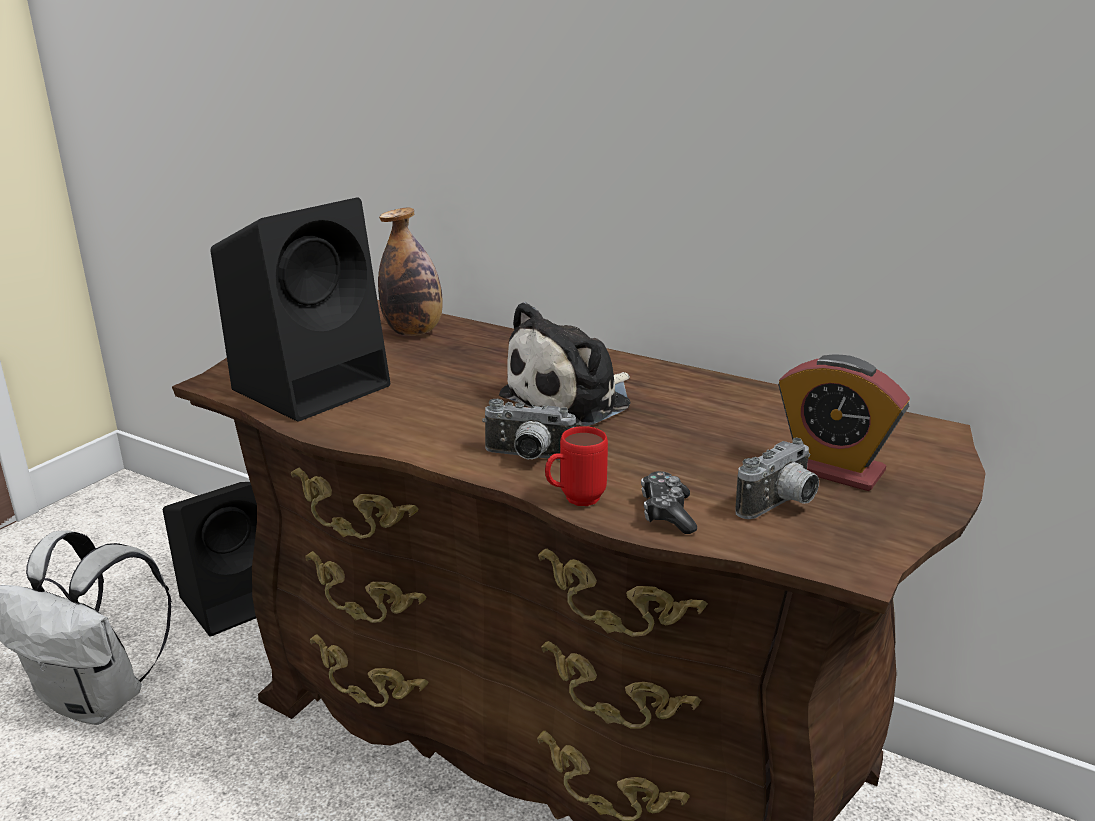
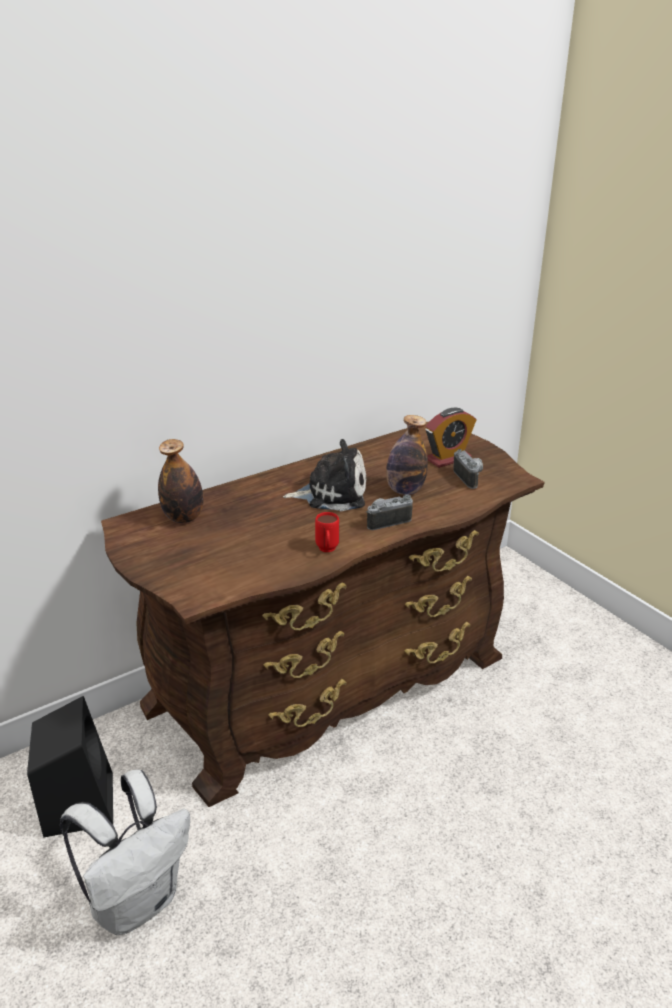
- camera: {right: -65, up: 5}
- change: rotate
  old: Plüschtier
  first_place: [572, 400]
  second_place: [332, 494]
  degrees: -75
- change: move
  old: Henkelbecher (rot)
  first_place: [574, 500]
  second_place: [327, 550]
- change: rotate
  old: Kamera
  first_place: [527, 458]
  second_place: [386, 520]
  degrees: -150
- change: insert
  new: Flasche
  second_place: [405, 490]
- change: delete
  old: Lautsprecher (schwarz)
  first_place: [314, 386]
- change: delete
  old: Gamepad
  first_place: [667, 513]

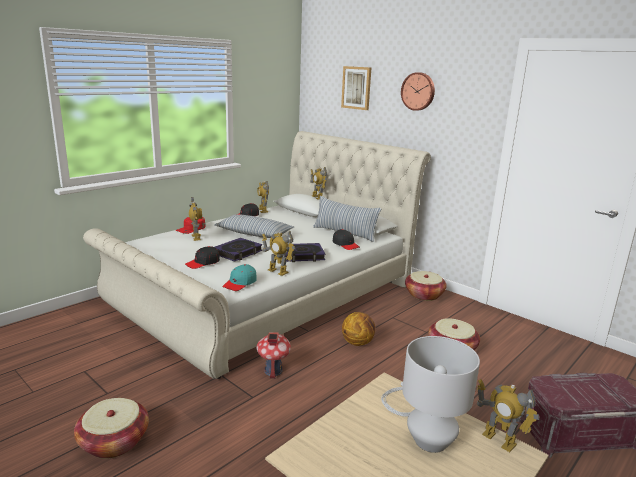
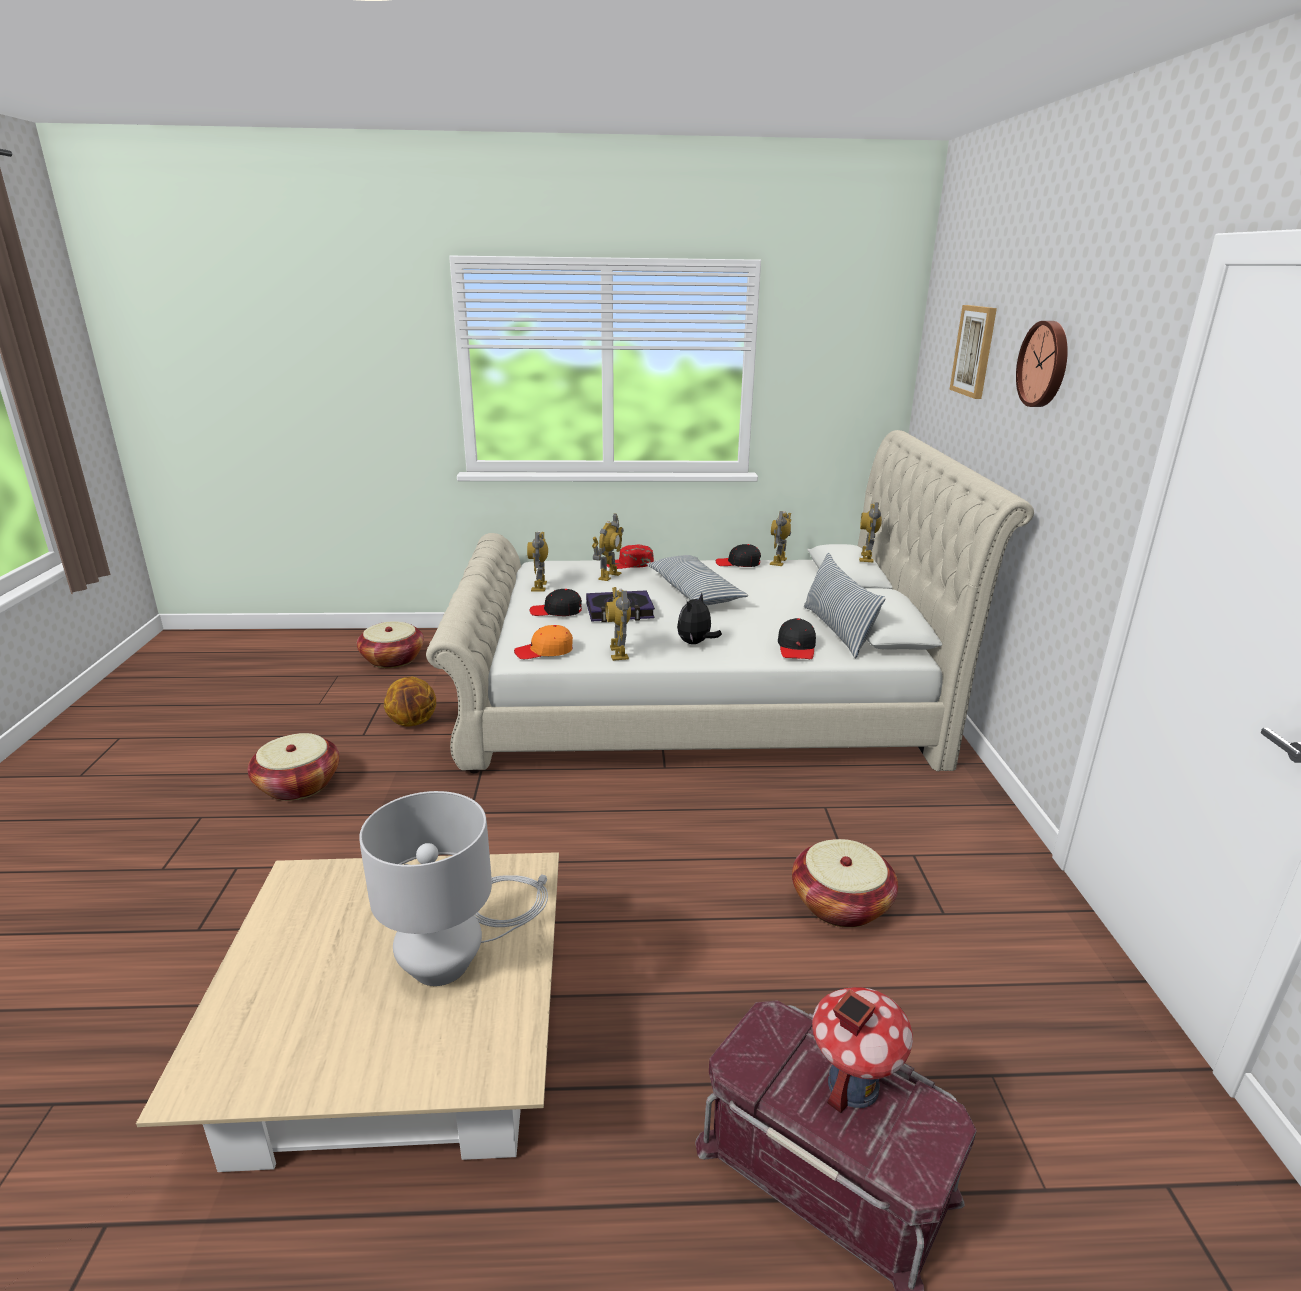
- camera: {right: 45, up: 5}
- change: move
  old: Korb
  first_place: [424, 295]
  second_place: [393, 659]
- change: move
  old: Basketball
  first_place: [358, 342]
  second_place: [413, 723]
- change: recolor
  old: Kappe (türkis)
  new: Kappe (orange)
  first_place: [240, 283]
  second_place: [544, 651]
- change: move
  old: Spielzeugroboter
  first_place: [499, 440]
  second_place: [540, 586]
- change: replace
  old: Buch
  new: Plüschtier
  first_place: [302, 256]
  second_place: [695, 643]
- change: move
  old: Spielzeughaus
  first_place: [273, 371]
  second_place: [852, 1085]

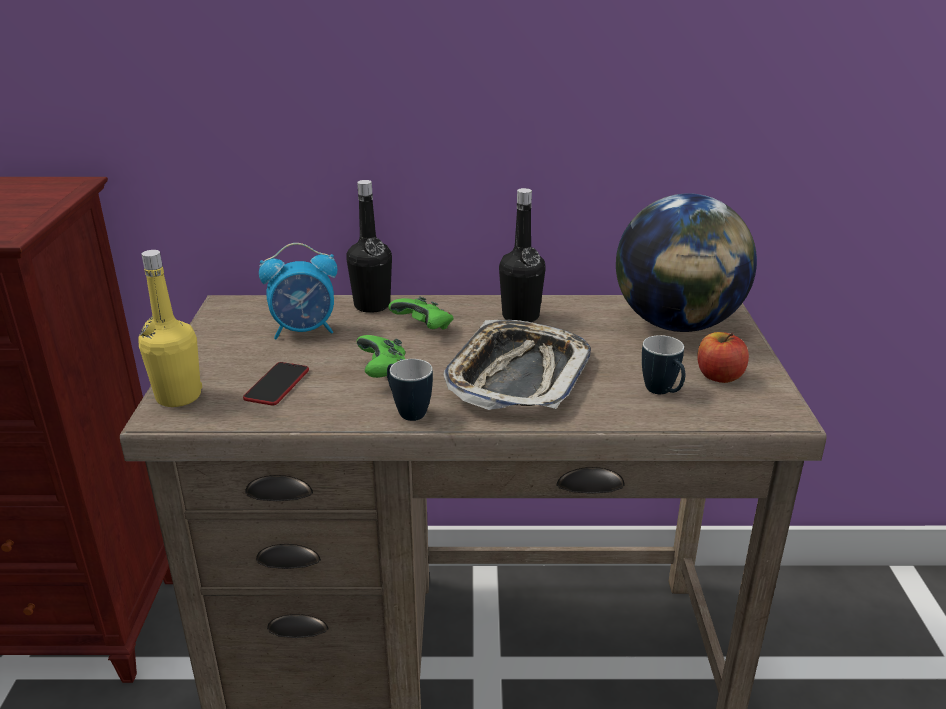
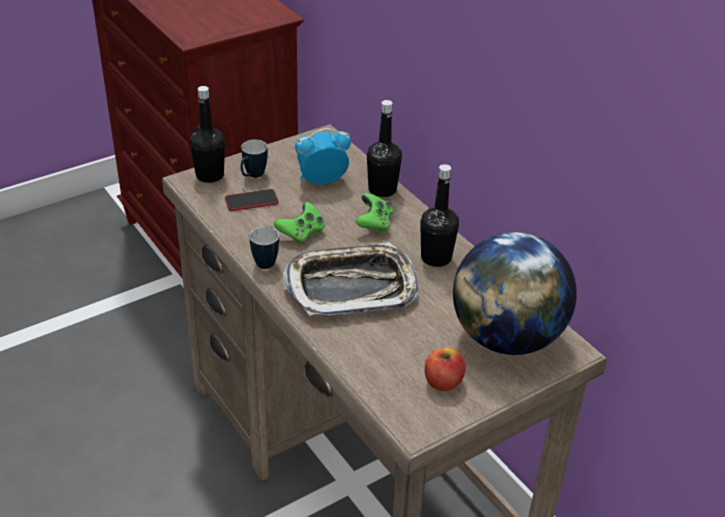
- camera: {right: 55, up: 10}
- change: recolor
  old: Flasche (gelb)
  new: Flasche (schwarz)
  first_place: [178, 396]
  second_place: [210, 175]
- change: move
  old: Henkelbecher
  first_place: [663, 393]
  second_place: [252, 176]
- change: rotate
  old: Wecker
  first_place: [304, 331]
  second_place: [321, 180]
  degrees: 120

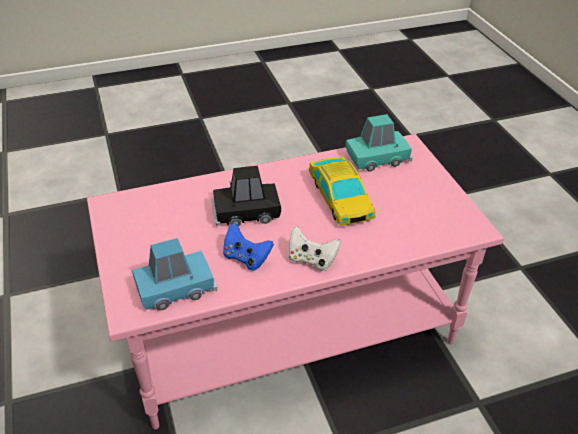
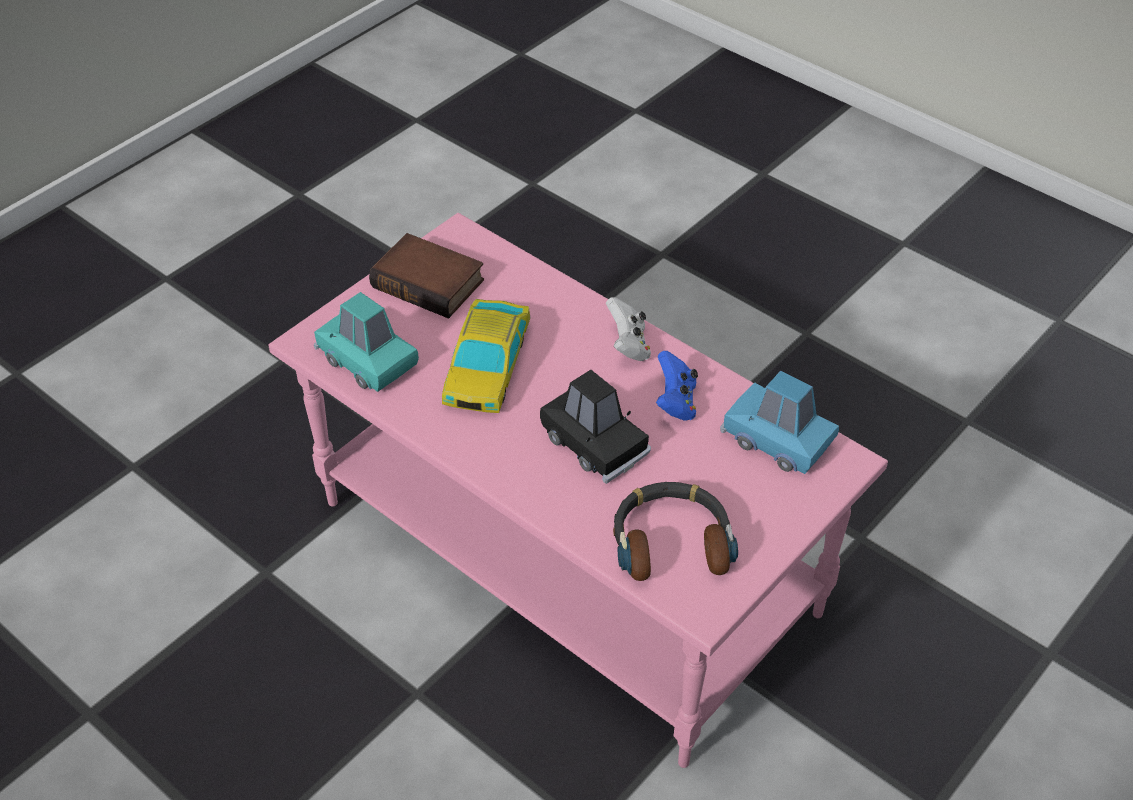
- camera: {right: -120, up: 5}
- change: insert
  new: Buch
  second_place: [431, 282]
- change: rotate
  old: Spielzeugauto
  first_place: [340, 197]
  second_place: [488, 365]
  degrees: 150
- change: insert
  new: Kopfhörer
  second_place: [671, 540]

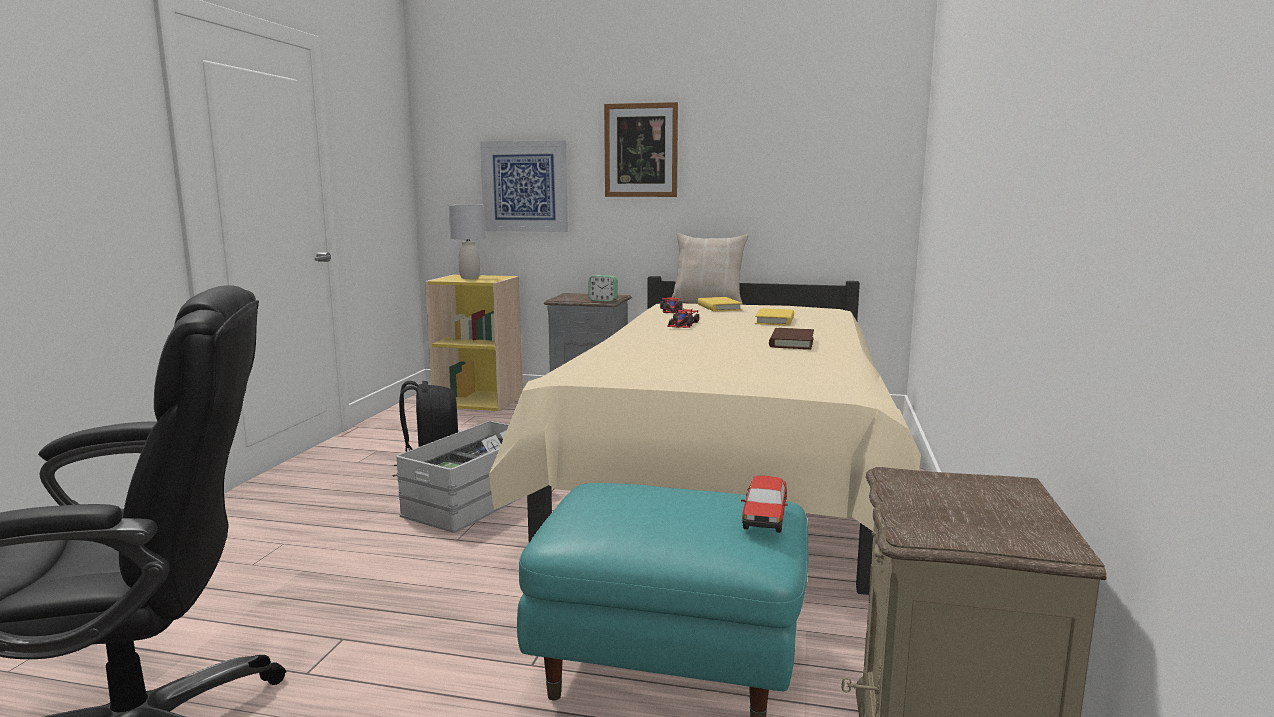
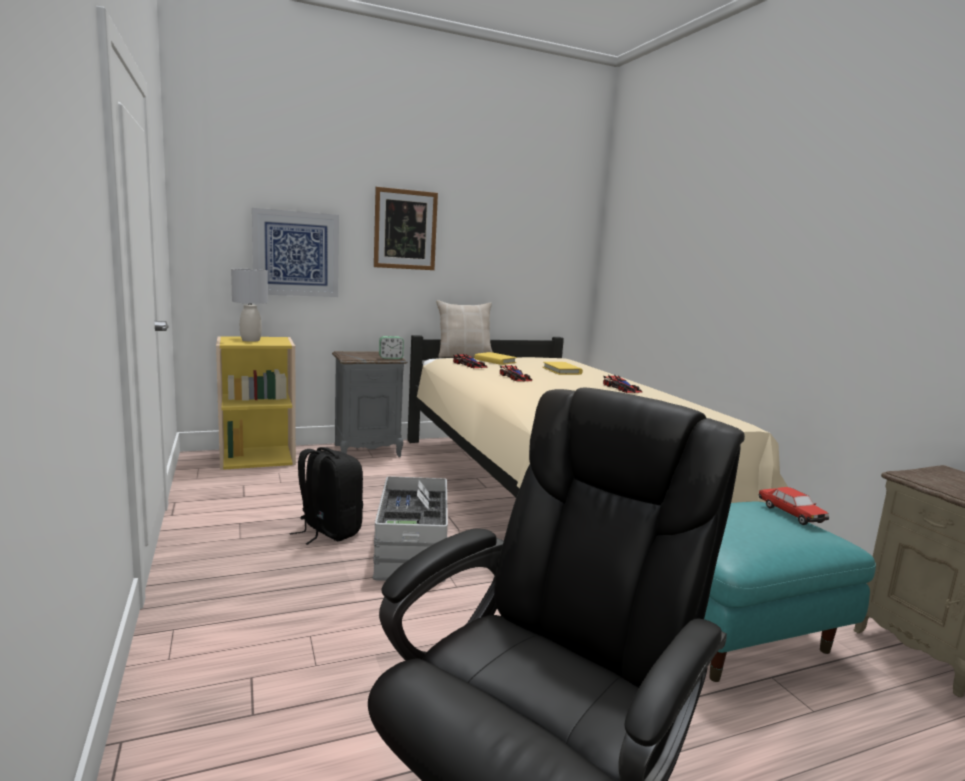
- camera: {right: -35, up: 0}
- change: replace
  old: Buch (braun)
  new: Spielzeugauto
  first_place: [791, 342]
  second_place: [622, 388]

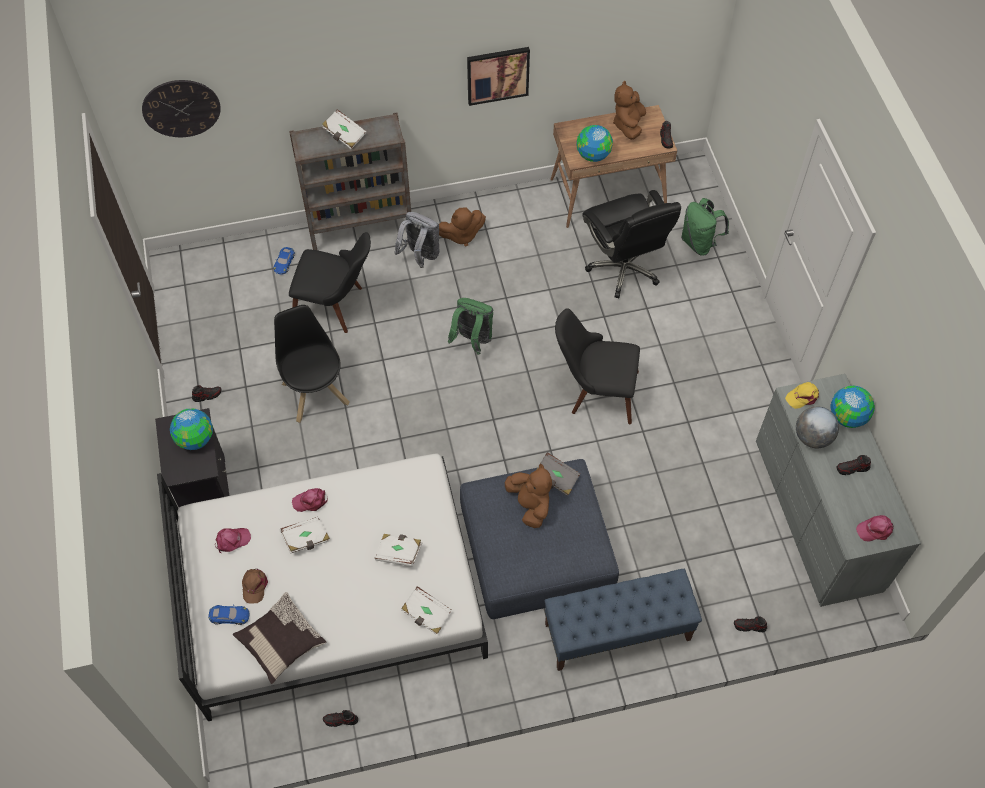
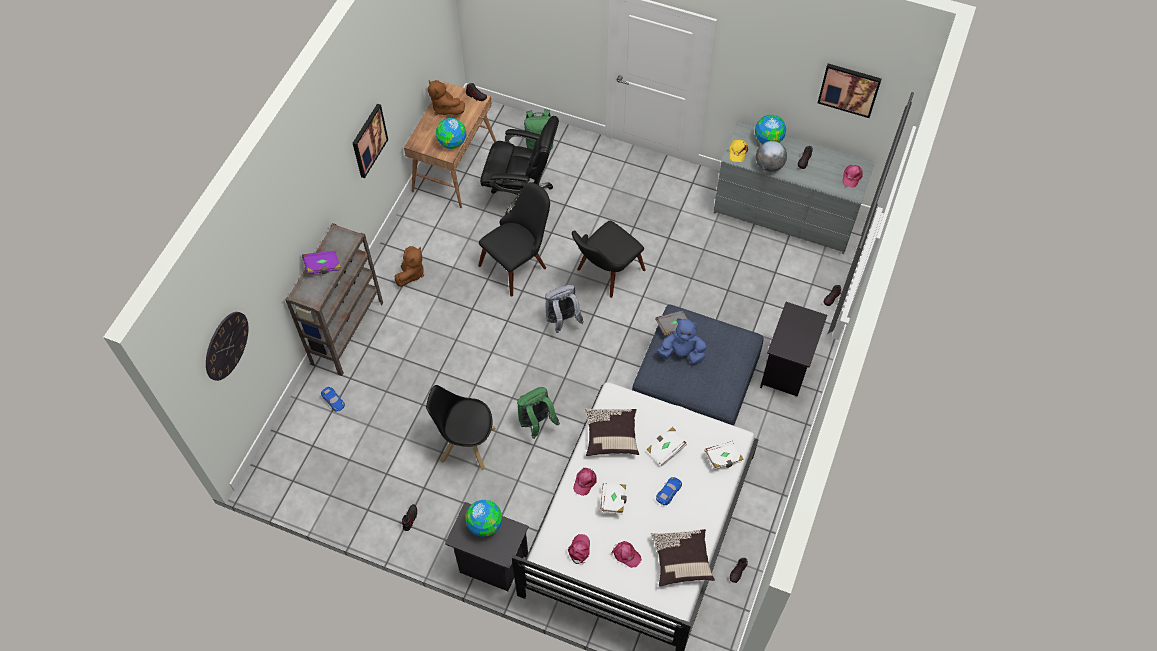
- camera: {right: -55, up: 0}
- change: recolor
  old: Buch (weiß)
  new: Buch (lila)
  first_place: [344, 135]
  second_place: [323, 267]
- change: move
  old: Stuhl (schwarz)
  first_place: [337, 306]
  second_place: [519, 262]
- change: move
  old: Rucksack (grün)
  first_place: [472, 340]
  second_place: [536, 423]
- change: move
  old: Rucksack (grau)
  first_place: [420, 256]
  second_place: [562, 320]
- change: insert
  new: Kissen
  second_place: [611, 436]
- change: recolor
  old: Kappe (braun)
  new: Kappe (rosa)
  first_place: [254, 586]
  second_place: [626, 554]
- change: move
  old: Spielzeugauto (blau)
  first_place: [229, 616]
  second_place: [668, 492]
- change: recolor
  old: Plüschtier (braun)
  new: Plüschtier (blau)
  first_place: [530, 505]
  second_place: [682, 353]
- change: replace
  old: Bank (blau)
  new: Nachttisch (schwarz)
  first_place: [617, 632]
  second_place: [786, 371]
- change: insert
  new: Bild
  second_place: [849, 89]

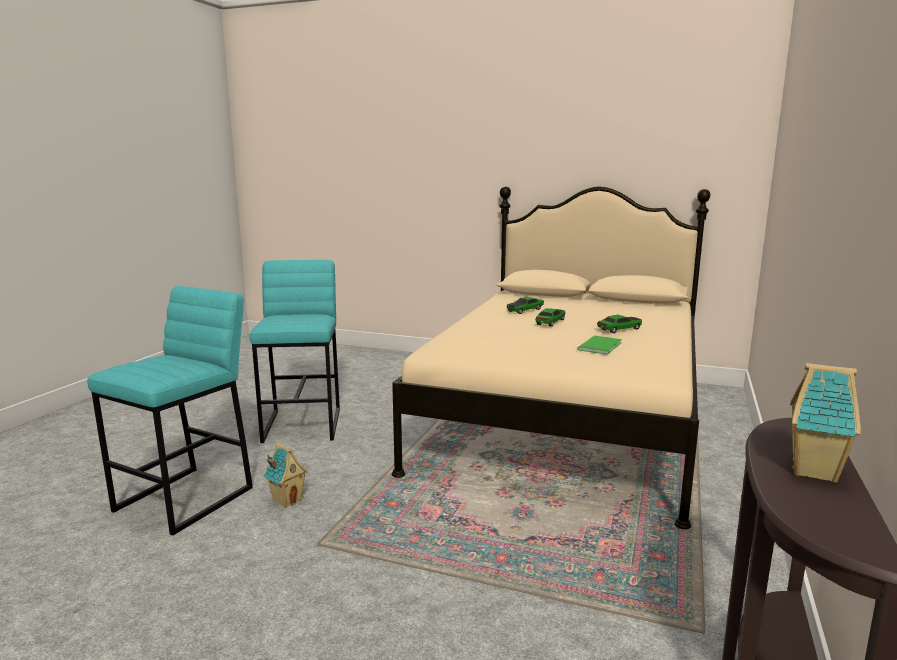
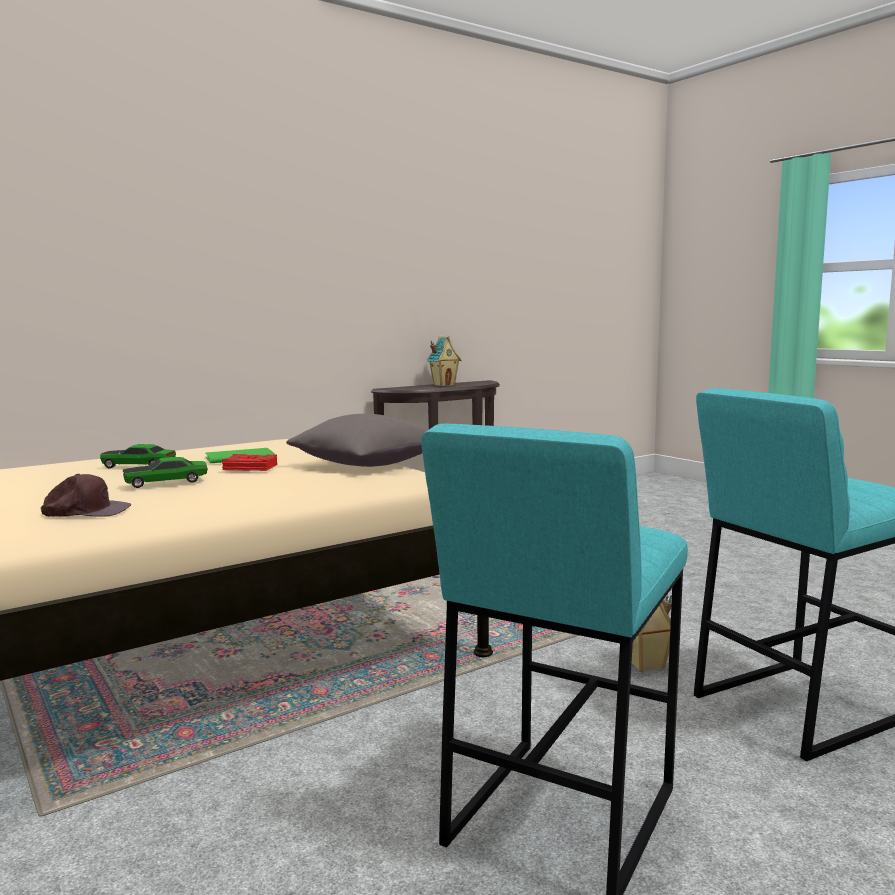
- camera: {right: -145, up: -5}
- change: replace
  old: Spielzeugauto
  new: Kappe (braun)
  first_place: [525, 310]
  second_place: [86, 511]
- change: insert
  new: Buch (rot)
  second_place: [250, 468]
- change: insert
  new: Kissen (grau)
  second_place: [366, 465]

